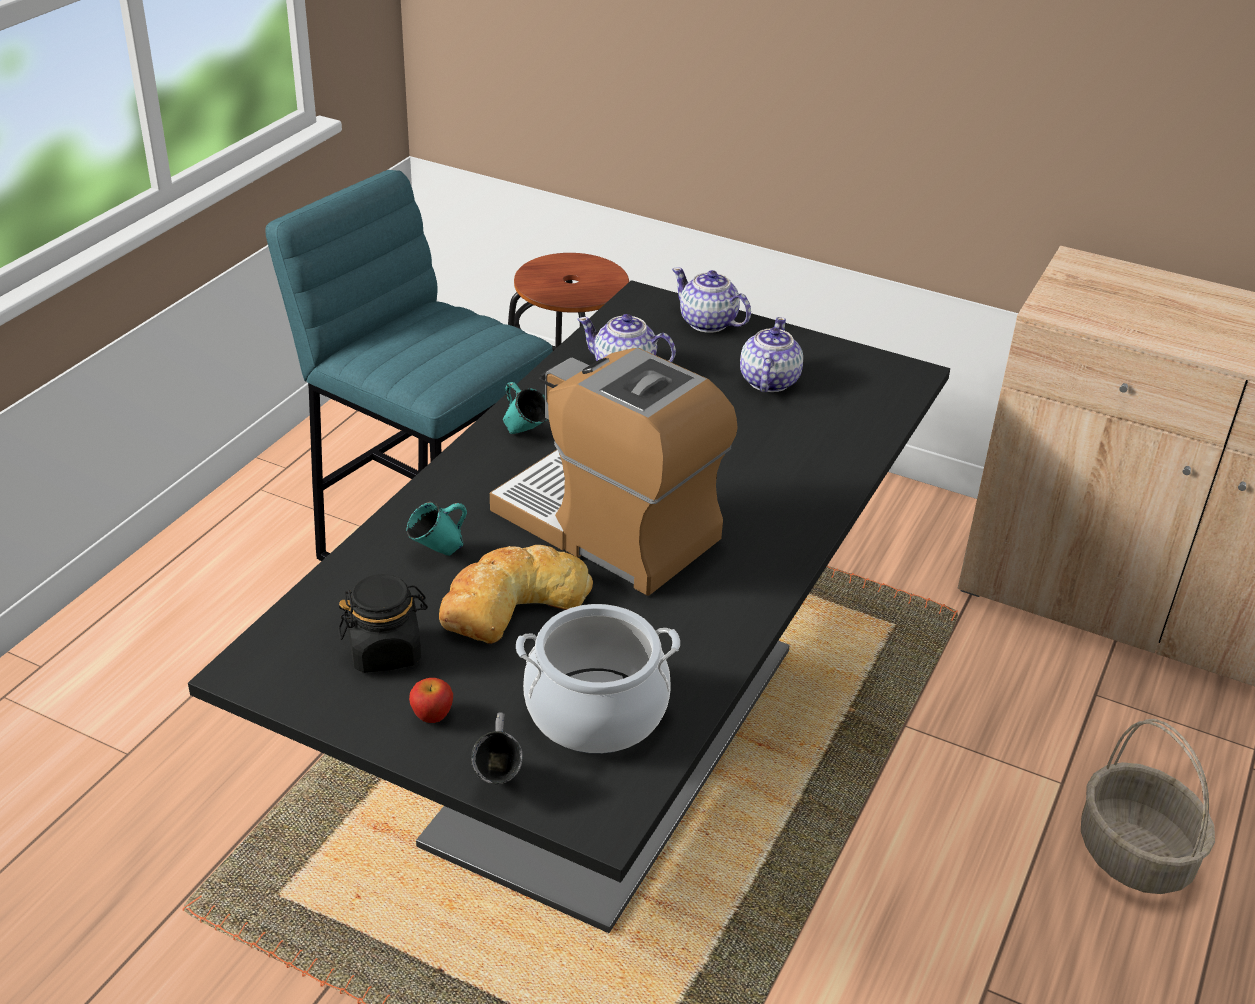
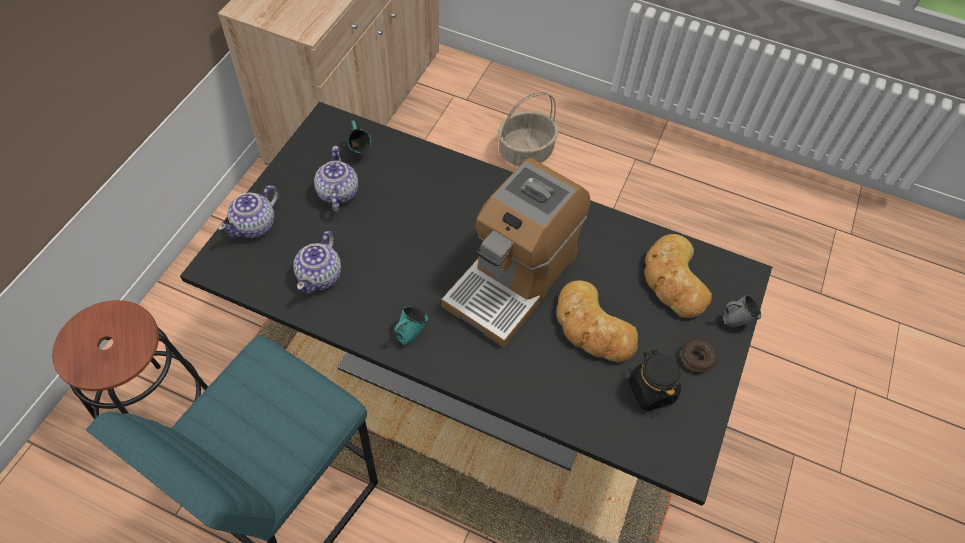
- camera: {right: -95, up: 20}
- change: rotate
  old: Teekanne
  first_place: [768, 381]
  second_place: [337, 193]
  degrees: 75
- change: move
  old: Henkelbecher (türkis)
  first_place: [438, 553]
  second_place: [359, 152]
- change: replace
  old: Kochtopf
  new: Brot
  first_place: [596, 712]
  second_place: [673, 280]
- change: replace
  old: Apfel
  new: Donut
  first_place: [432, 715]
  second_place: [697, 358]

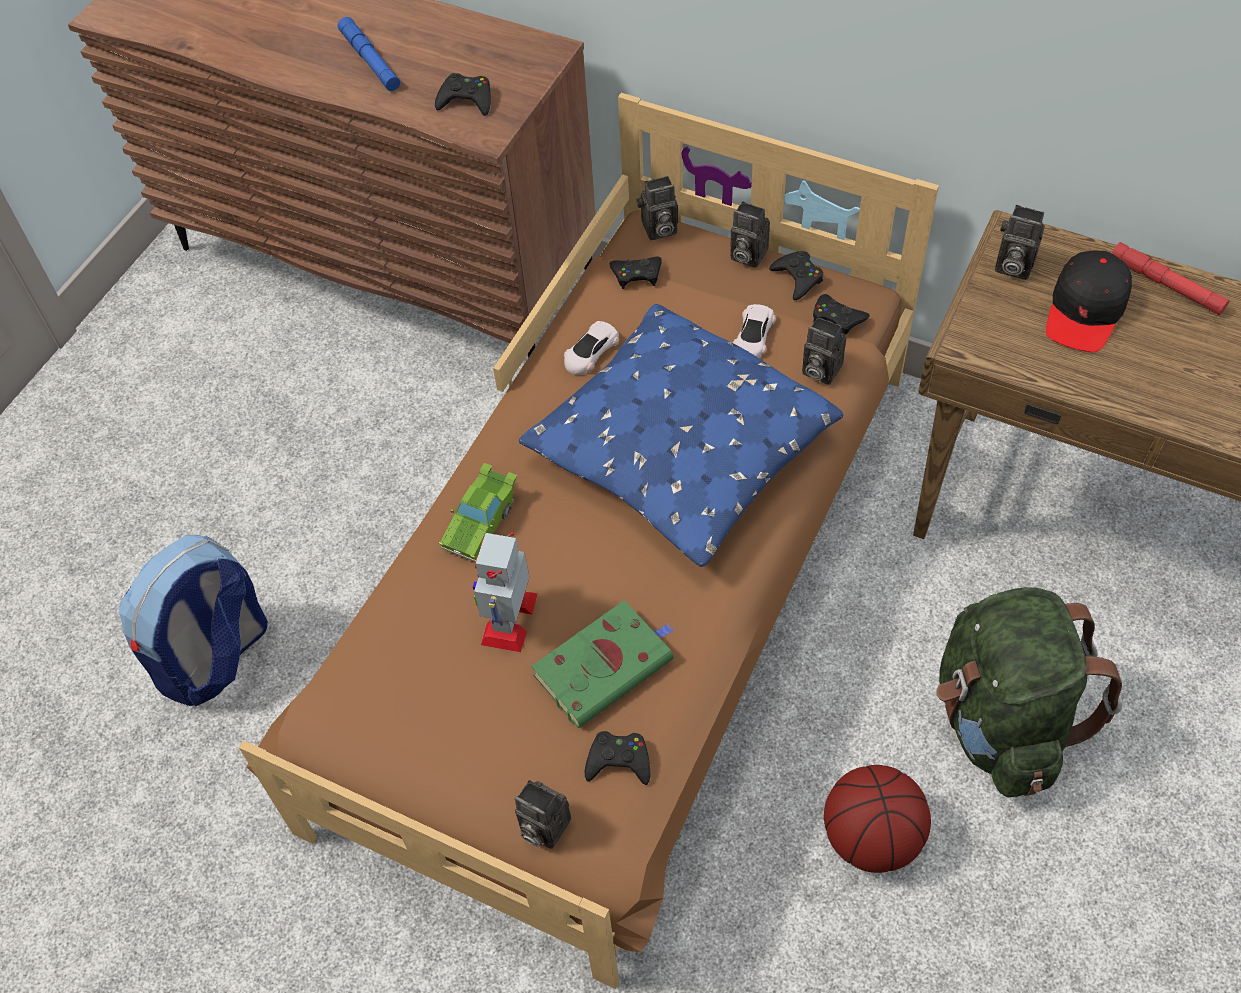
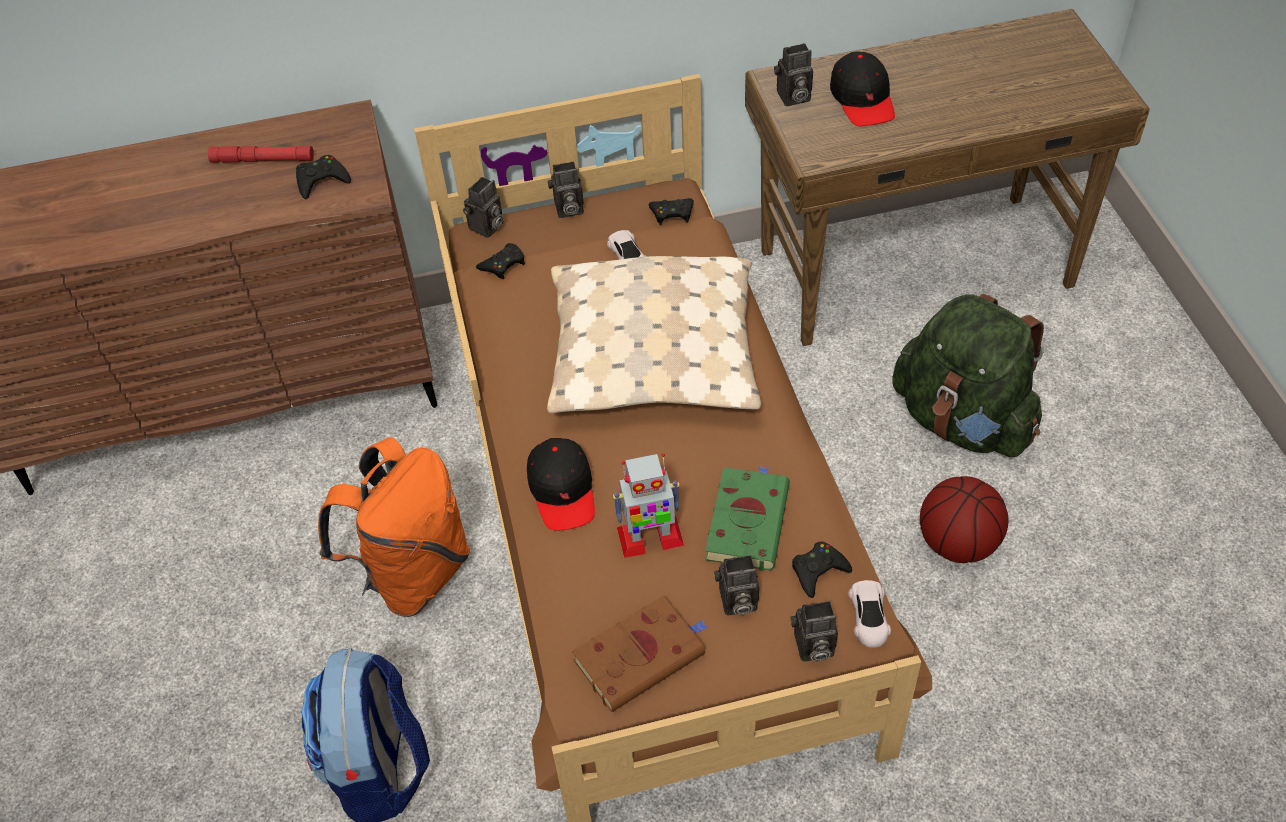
- camera: {right: -40, up: -5}
- change: move
  old: Taschenlampe (rot)
  first_place: [1166, 285]
  second_place: [263, 160]
- change: insert
  new: Rucksack (orange)
  second_place: [413, 573]
- change: replace
  old: Spielzeugauto (grün)
  new: Kappe (schwarz)
  first_place: [481, 523]
  second_place: [563, 490]
- change: recolor
  old: Kissen (blau)
  new: Kissen (beige)
  first_place: [679, 451]
  second_place: [654, 357]
- change: insert
  new: Buch (braun)
  second_place: [641, 655]
- change: rotate
  old: Spielzeugroboter
  first_place: [509, 618]
  second_place: [649, 537]
  degrees: -75
- change: move
  old: Kamera
  first_place: [819, 370]
  second_place: [736, 602]
- change: move
  old: Spielzeugauto (weiß)
  first_place: [590, 352]
  second_place: [869, 616]
- change: delete
  old: Taschenlampe (blau)
  first_place: [370, 60]
- change: delete
  old: Gamepad (schwarz)
  first_place: [797, 278]

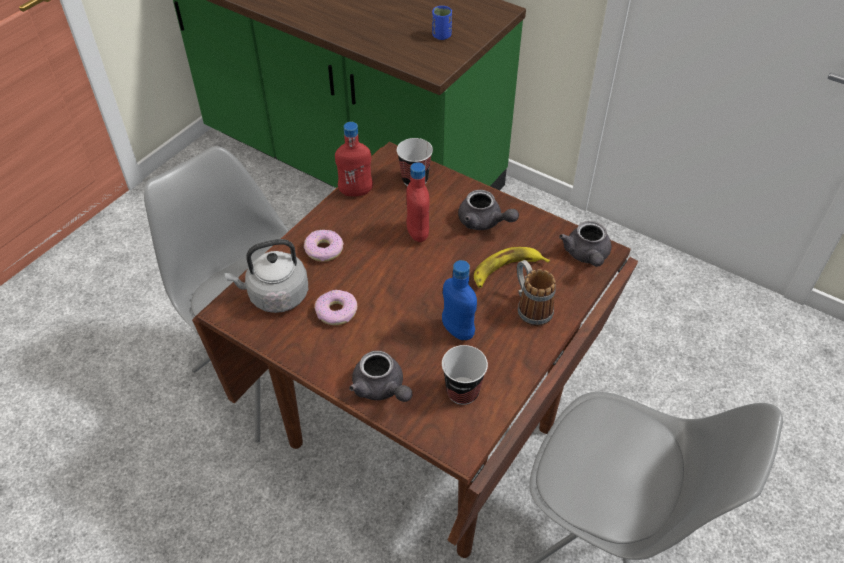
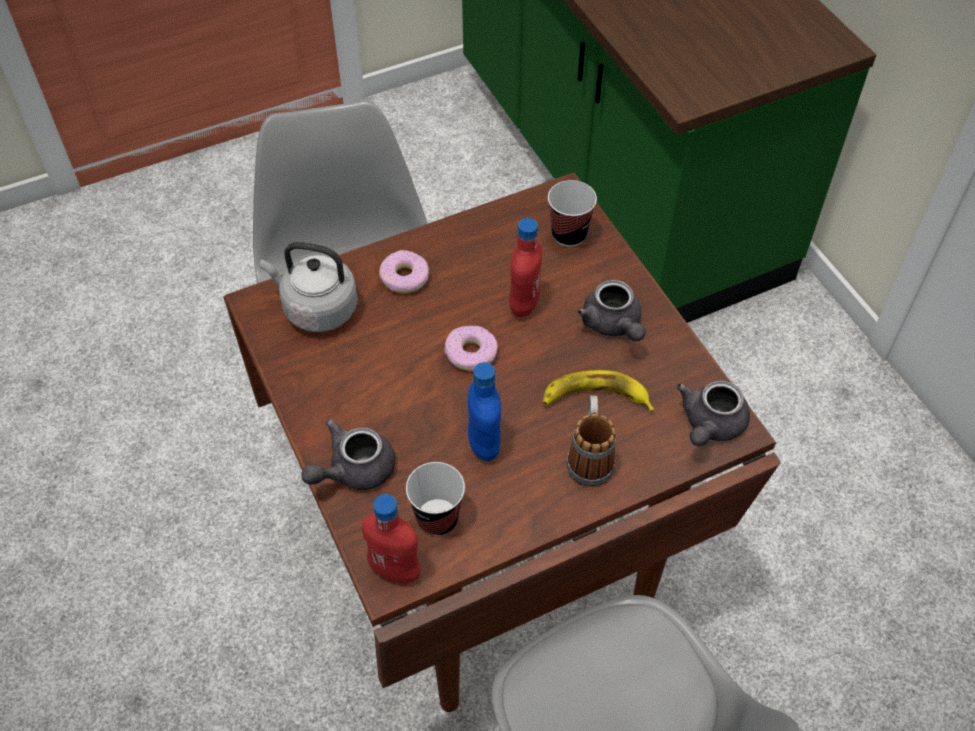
- camera: {right: 30, up: 5}
- change: rotate
  old: Teekanne (grau)
  first_place: [381, 389]
  second_place: [353, 470]
  degrees: 60
- change: move
  old: Flasche (rot)
  first_place: [356, 192]
  second_place: [395, 570]
- change: move
  old: Donut
  first_place: [336, 312]
  second_place: [471, 353]
- change: delete
  old: Tasse (blau)
  first_place: [441, 36]

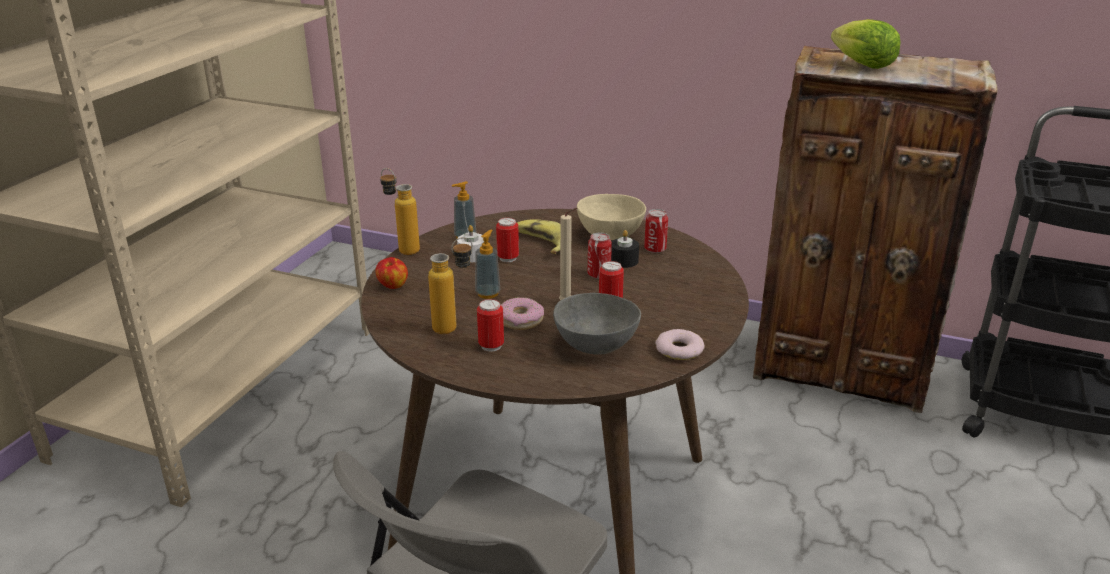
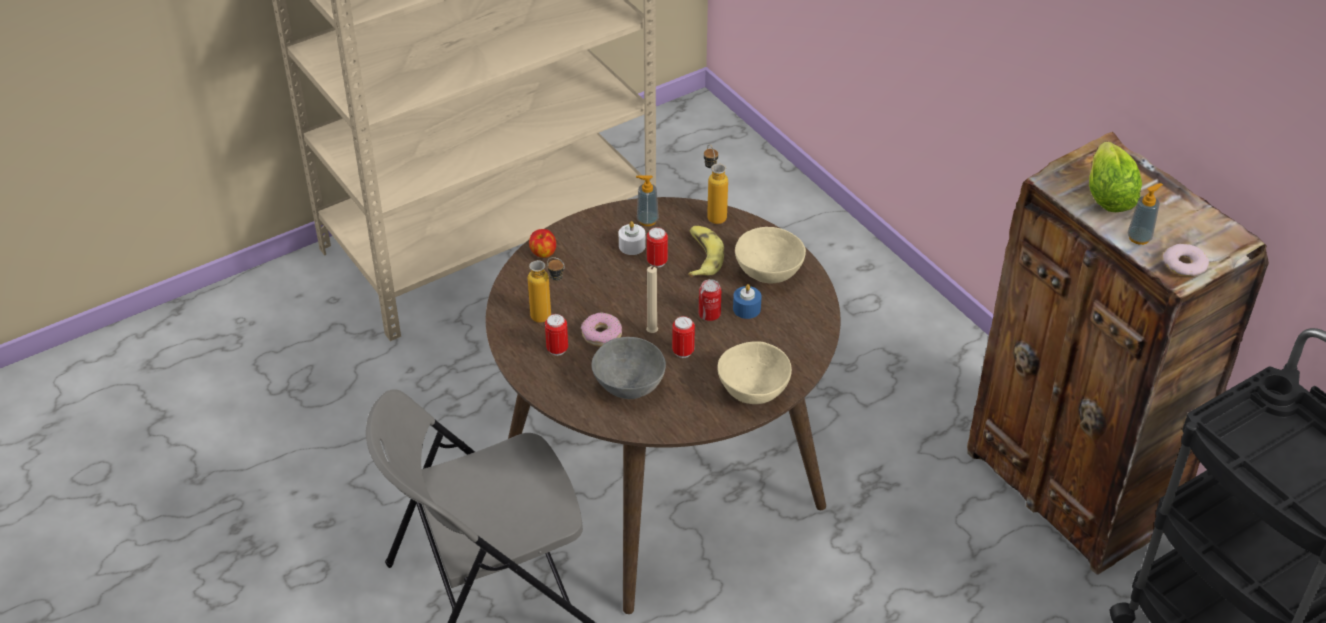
- camera: {right: 35, up: 15}
- change: move
  old: Flasche
  first_place: [402, 249]
  second_place: [713, 213]
- change: insert
  new: Schüssel (beige)
  second_place: [752, 392]
- change: recolor
  old: Kerze (schwarz)
  new: Kerze (blau)
  first_place: [624, 261]
  second_place: [746, 309]
- change: move
  old: Seifenspender
  first_place: [488, 293]
  second_place: [1139, 238]
- change: move
  old: Donut
  first_place: [679, 349]
  second_place: [1184, 264]
- change: delete
  old: Dose
  first_place: [655, 249]

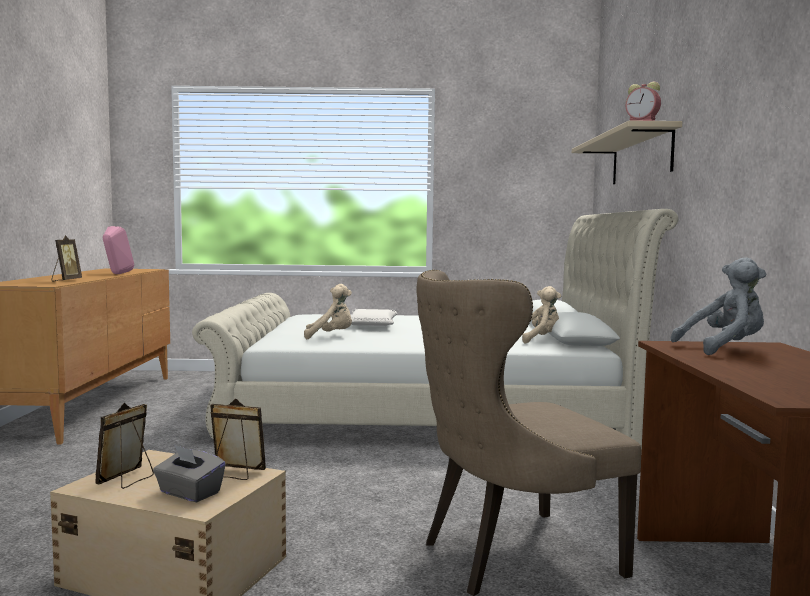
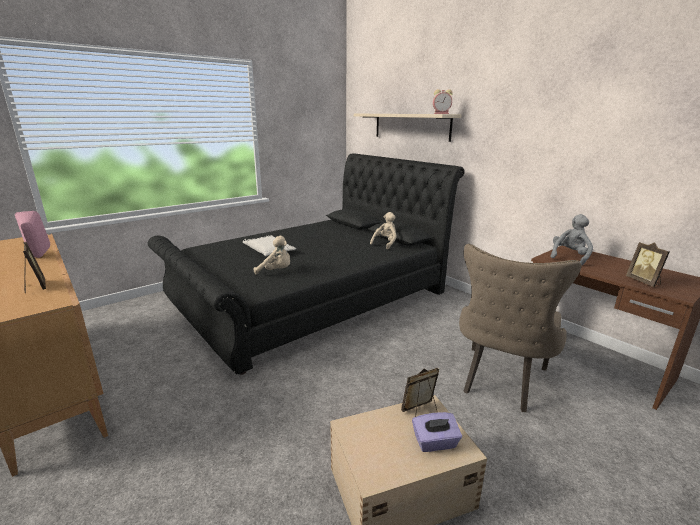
- camera: {right: -40, up: 15}
- change: recolor
  old: Bett (beige)
  new: Bett (schwarz)
  first_place: [426, 408]
  second_place: [311, 295]
- change: rotate
  old: Plüschtier (beige)
  first_place: [331, 336]
  second_place: [276, 271]
  degrees: 60
- change: recolor
  old: Taschentuchbox (grau)
  new: Taschentuchbox (lila)
  first_place: [189, 493]
  second_place: [435, 443]
- change: move
  old: Bilderrahmen
  first_place: [127, 480]
  second_place: [644, 282]

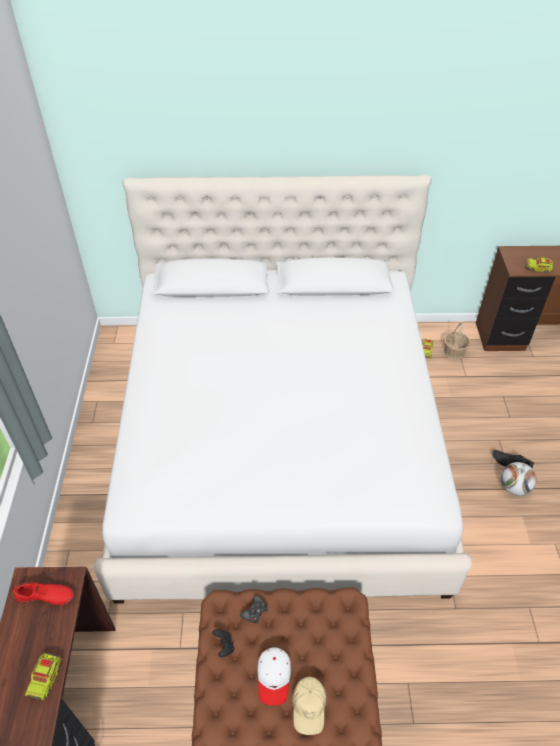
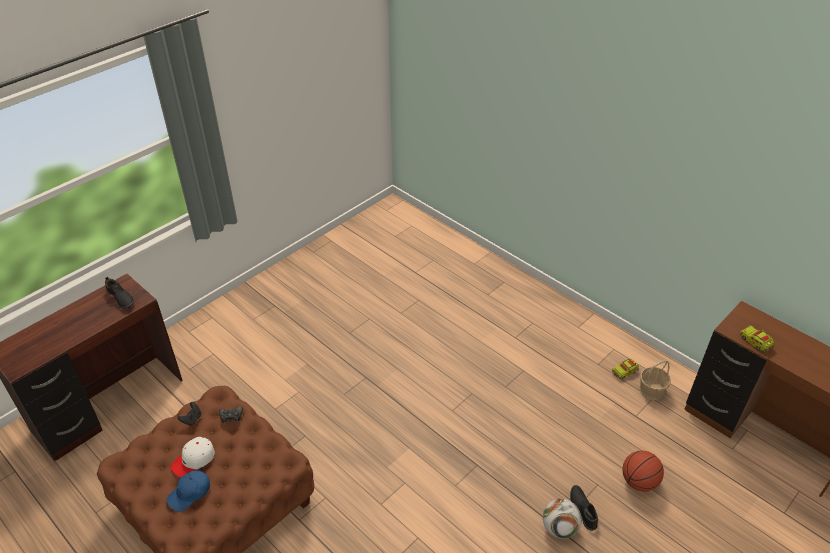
- camera: {right: 45, up: -5}
- change: recolor
  old: Schuh (rot)
  new: Schuh (schwarz)
  first_place: [45, 596]
  second_place: [120, 298]
- change: recolor
  old: Kappe (beige)
  new: Kappe (blau)
  first_place: [309, 707]
  second_place: [190, 493]
- change: insert
  new: Basketball
  second_place: [639, 481]
- change: delete
  old: Spielzeuglaster
  first_place: [45, 678]
- change: delete
  old: Bett (weiß)
  first_place: [279, 441]

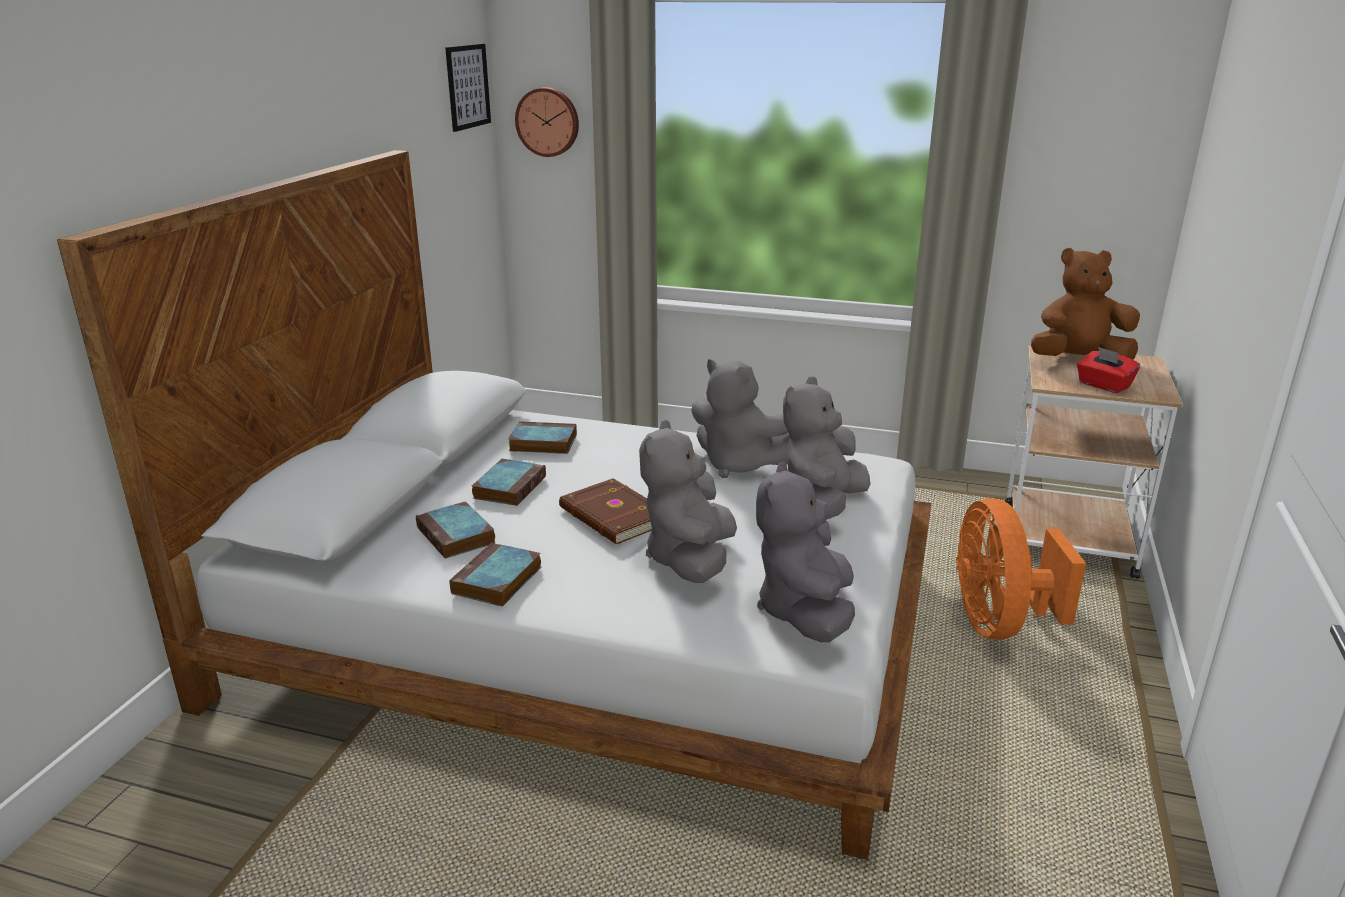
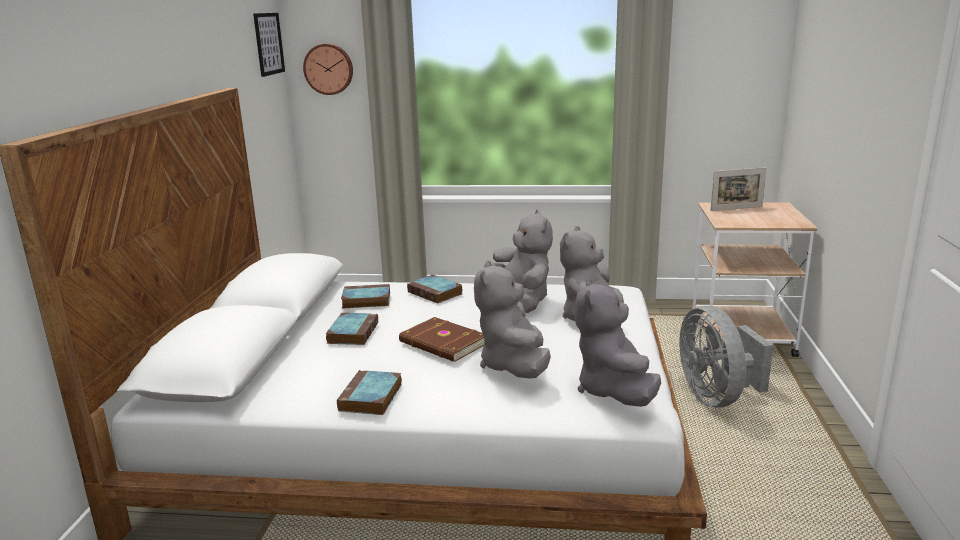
- camera: {right: -10, up: -5}
- change: move
  old: Buch
  first_place: [457, 536]
  second_place: [436, 293]
- change: rotate
  old: Plüschtier (grau)
  first_place: [740, 465]
  second_place: [521, 300]
  degrees: -135
- change: recolor
  old: Ventilator (orange)
  new: Ventilator (grau)
  first_place: [999, 623]
  second_place: [716, 397]
- change: replace
  old: Plüschtier (braun)
  new: Bilderrahmen
  first_place: [1078, 360]
  second_place: [736, 208]
- change: delete
  old: Taschentuchbox (rot)
  first_place: [1103, 385]

